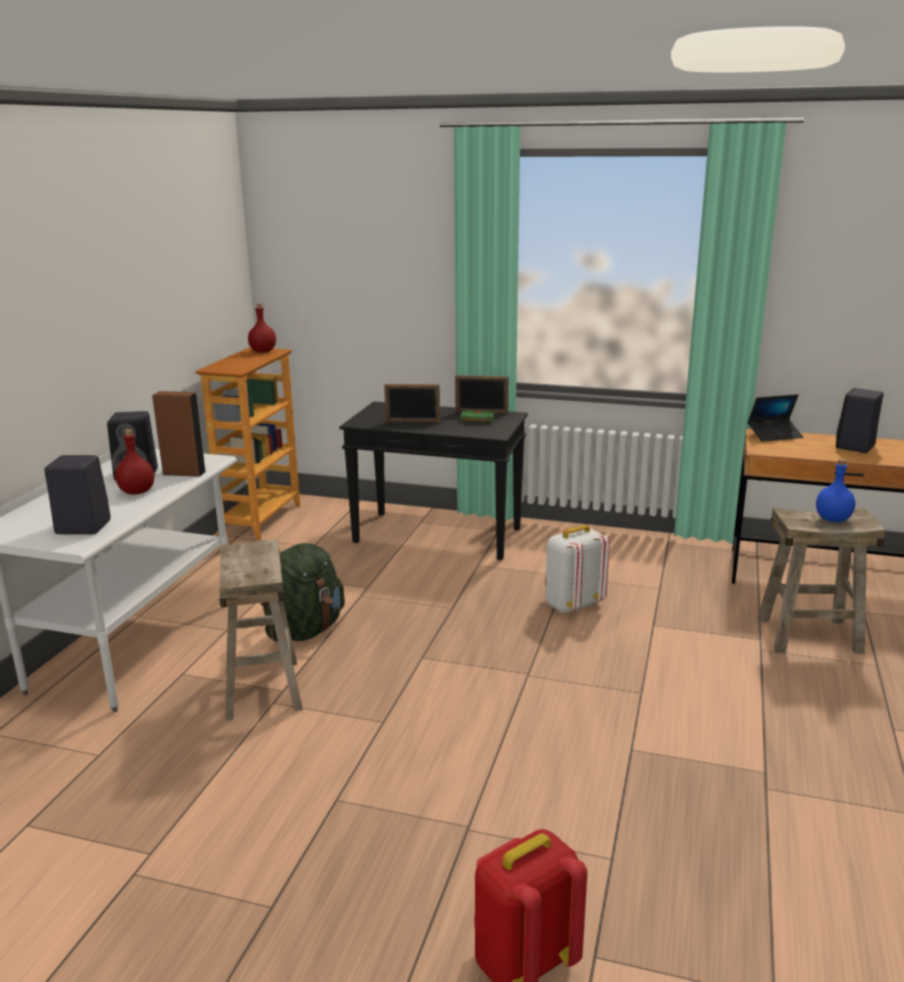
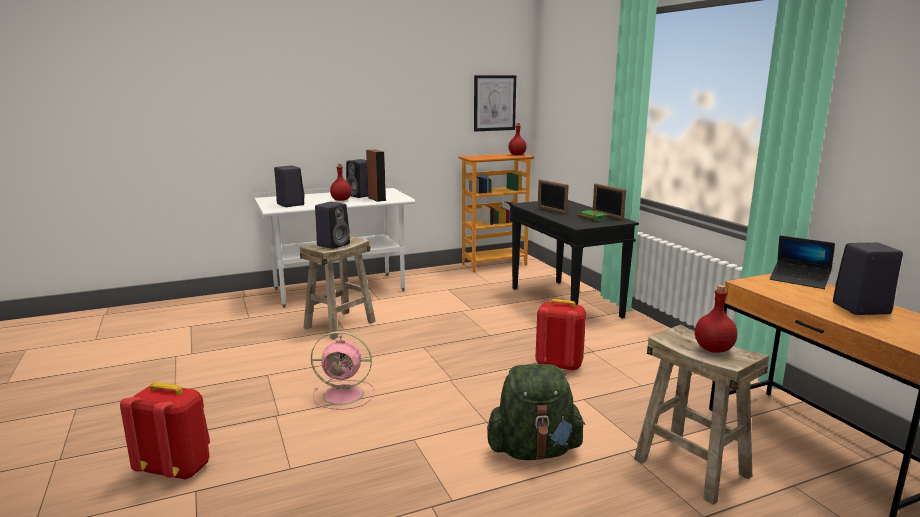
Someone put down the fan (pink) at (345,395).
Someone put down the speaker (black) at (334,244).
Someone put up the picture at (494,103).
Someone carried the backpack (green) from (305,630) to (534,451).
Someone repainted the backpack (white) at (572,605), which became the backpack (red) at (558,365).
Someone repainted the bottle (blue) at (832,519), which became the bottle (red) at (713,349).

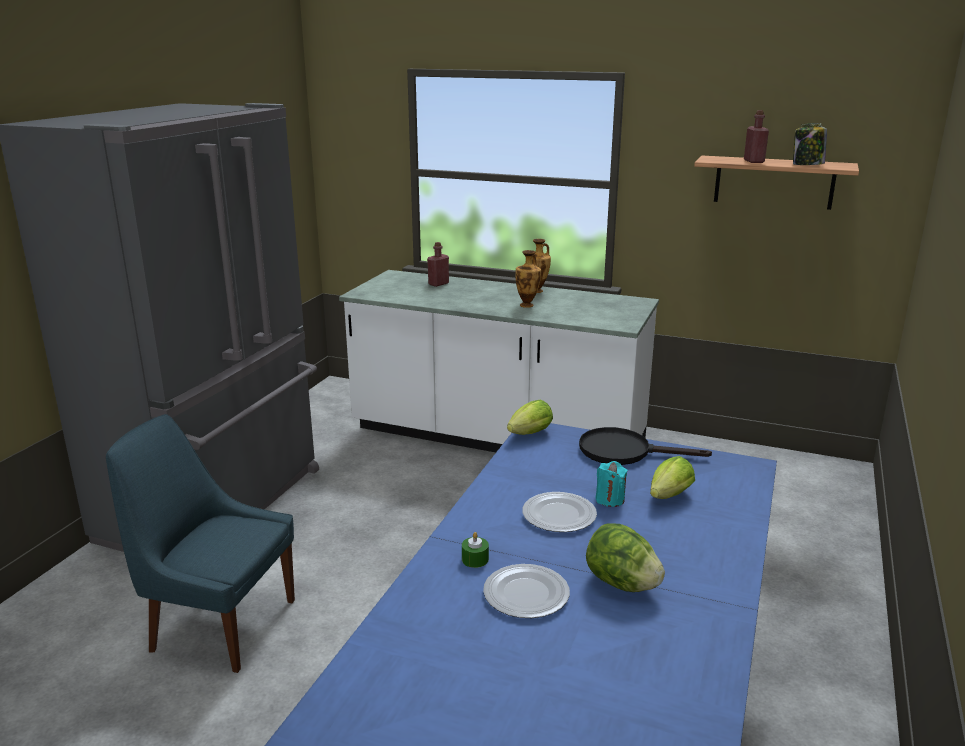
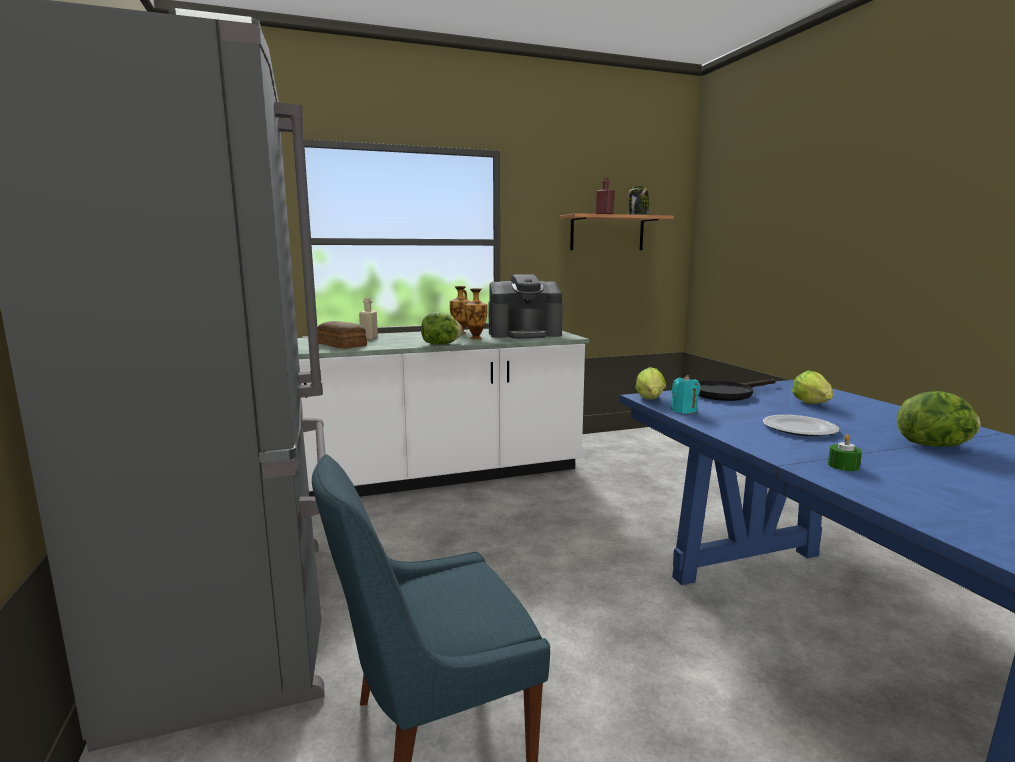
Someone put down the bread at (342,344).
Someone repainted the bottle (red) at (438,284), which became the bottle (beige) at (369,338).
Someone put down the lettuce at (441,344).
Someone put down the coffee machine at (525,334).
Someone carried the candle (turquoise) from (610,499) to (684,410).
Someone took away the plate at (527,595).

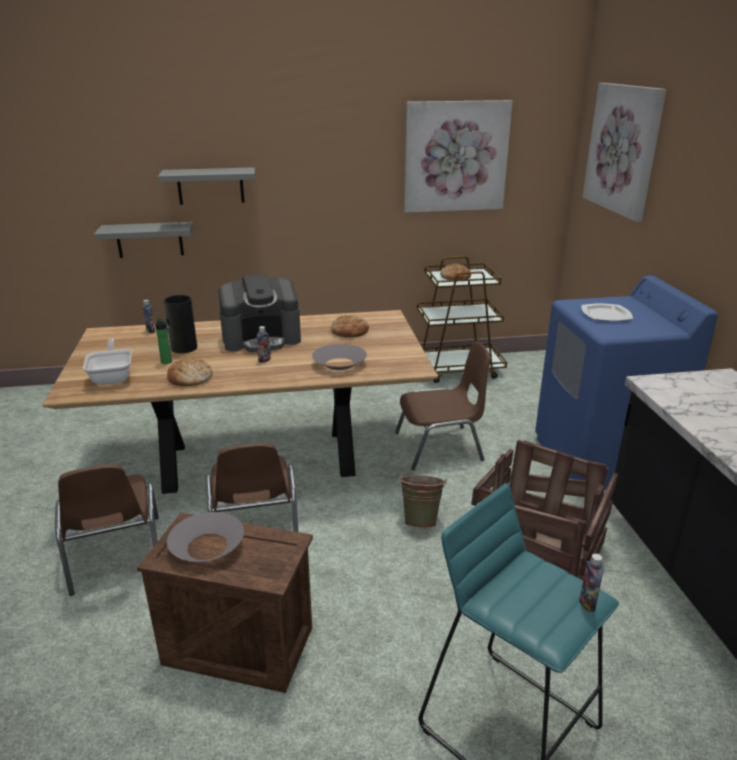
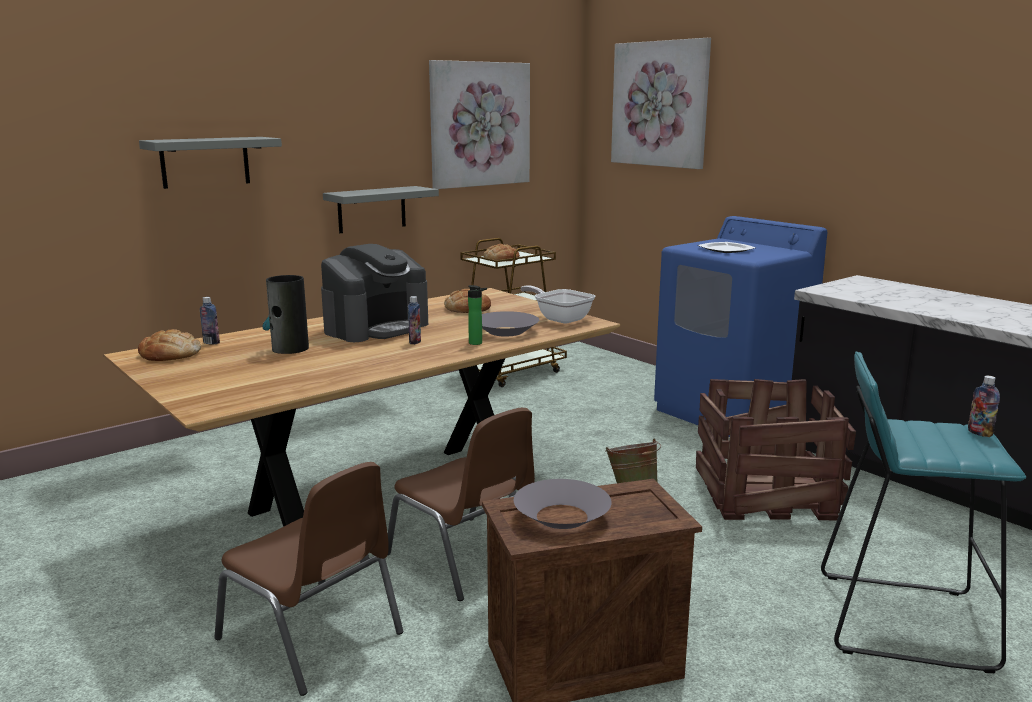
Someone carried the bread from (190,377) to (170,354).
Someone carried the shelf (grey) from (149,239) to (372,209).
Someone carried the bottle from (167,362) to (477,343).
Someone carried the frying pan from (112,377) to (560,318).
Someone took away the chair (brown) at (440,447).

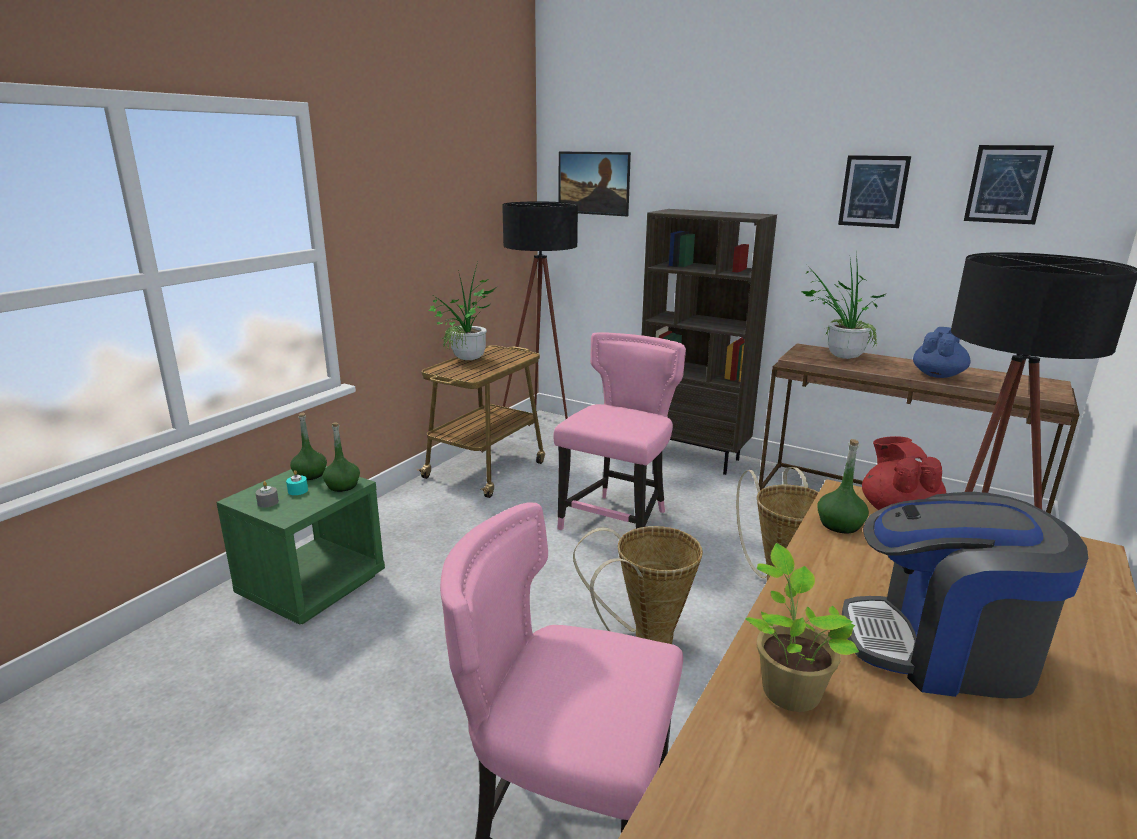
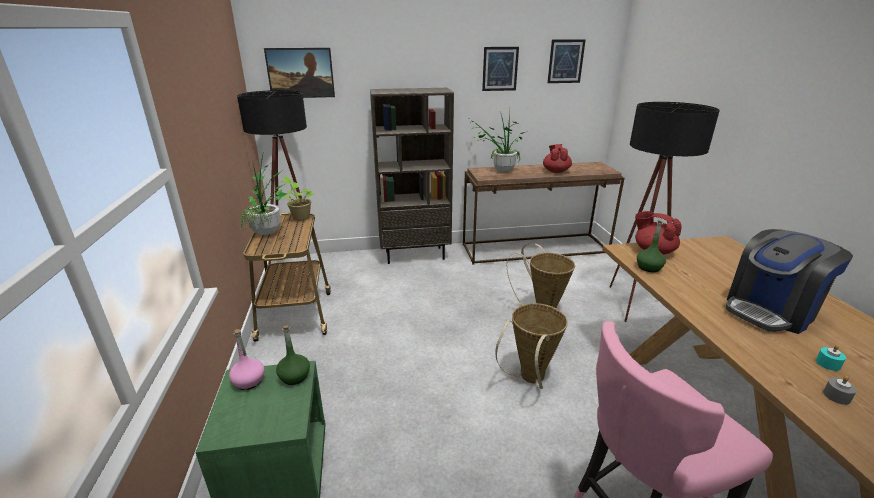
Someone repainted the bottle (green) at (310,475), which became the bottle (pink) at (249,381).
Someone carried the potted plant from (788,688) to (300,217).
Someone repainted the teapot (blue) at (938,375), which became the teapot (red) at (556,171).
Someone carried the candle (turquoise) from (298,490) to (828,364).
Someone carried the candle (grey) from (268,502) to (836,396).
Someone took away the chair (pink) at (618,521).

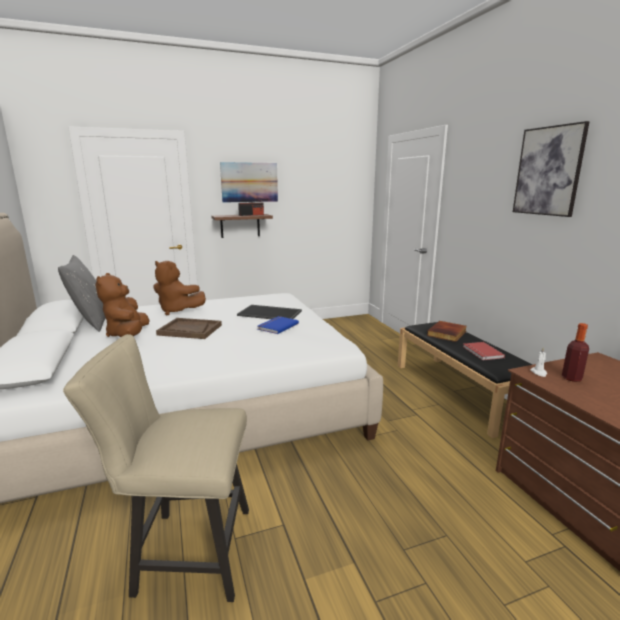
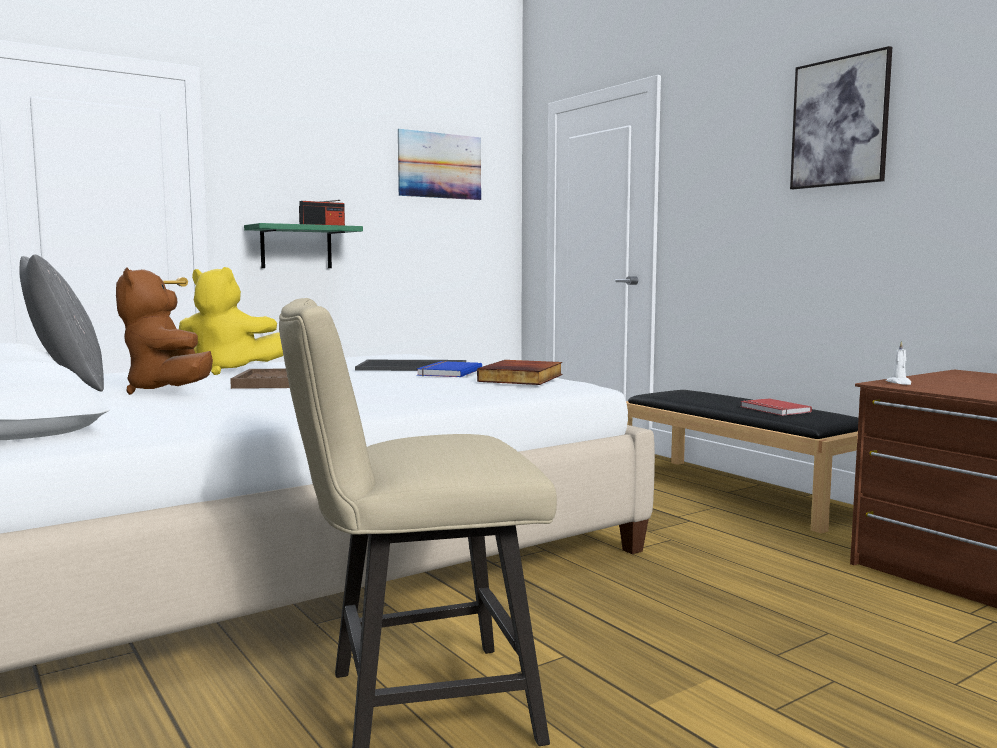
Someone repainted the plush toy (brown) at (177,310), which became the plush toy (yellow) at (229,371).
Someone repainted the shelf (brown) at (240,225), which became the shelf (green) at (296,247).
Someone carried the picture from (249,182) to (440,165).
Someone carried the book from (447,333) to (522,378).
Someone took away the bottle at (571,378).

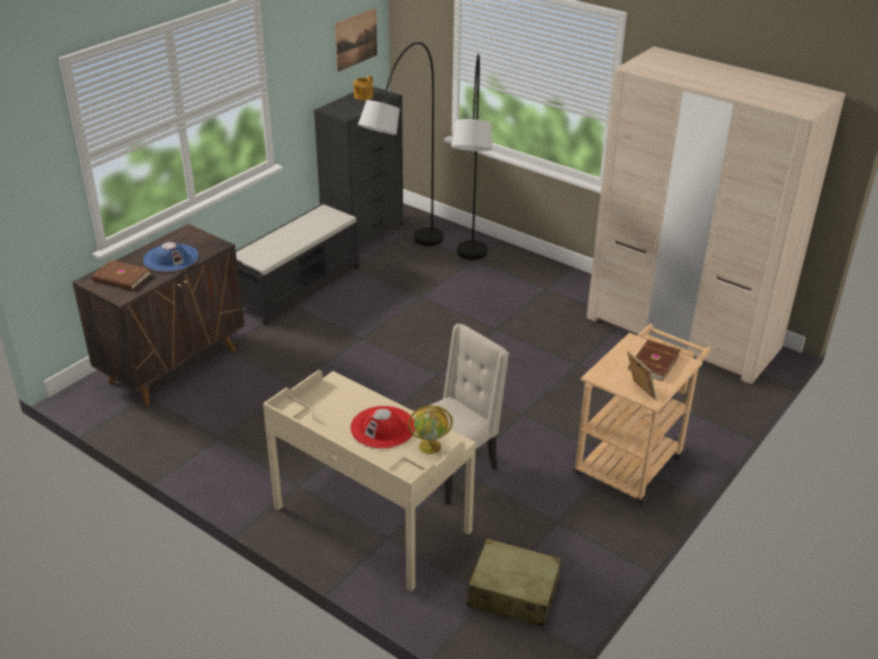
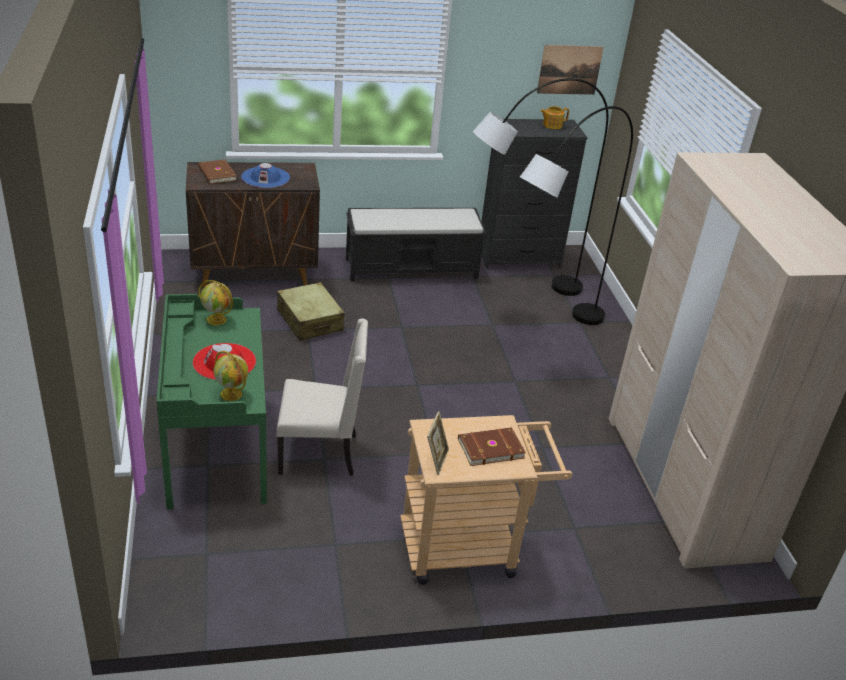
Someone repainted the desk (beige) at (370,520), which became the desk (green) at (216,446).
Someone put down the globe at (217,320).
Someone carried the suitcase (beige) from (513,593) to (309,321).

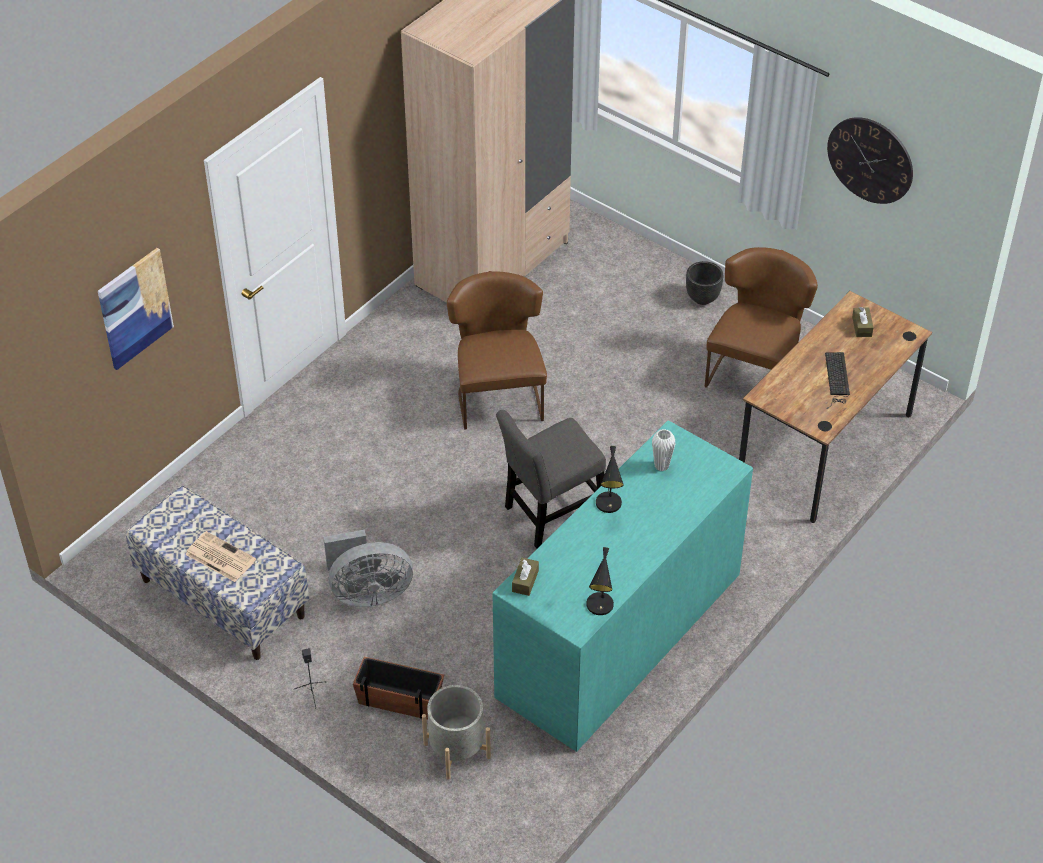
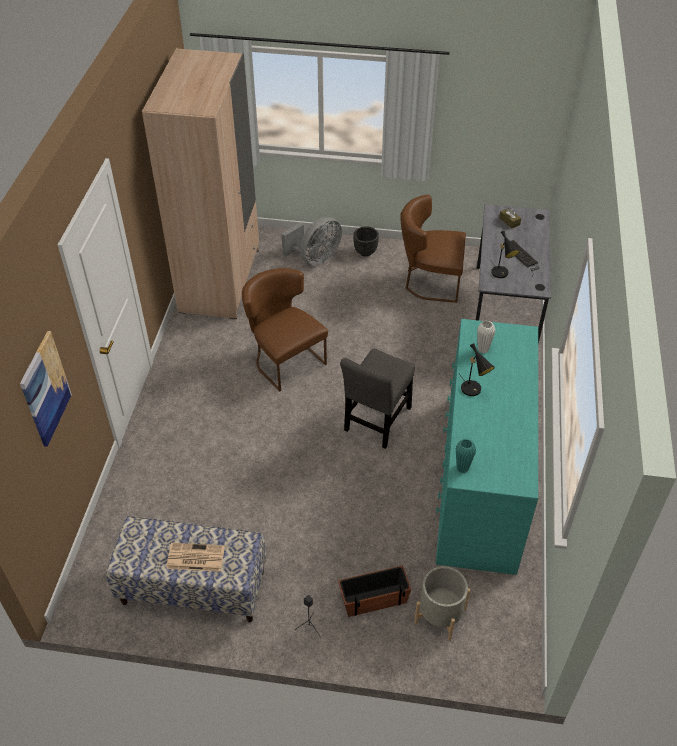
Someone carried the fan (grey) from (368,593) to (315,258).
Someone rotated the chair (brown) at (755,370) by 75 degrees counterclockwise.
Someone swapped the tissue box (brown) at (525,581) for the vase (turquoise) at (462,468).
Someone repainted the desk (brown) at (825,447), which became the desk (grey) at (504,310).
Someone carried the table lamp (black) from (600,608) to (501,274).
Someone took away the wall clock at (870,160).

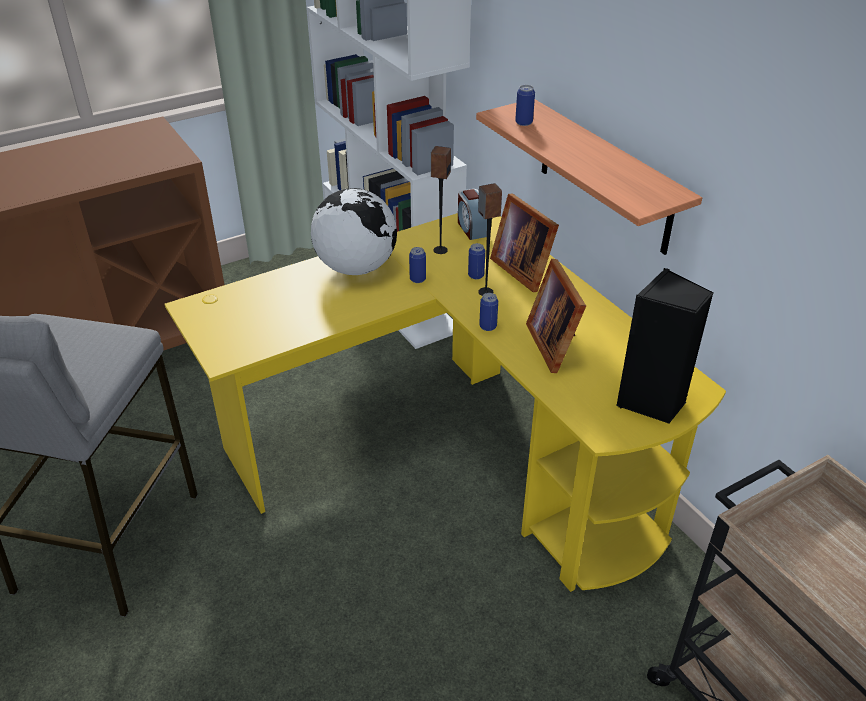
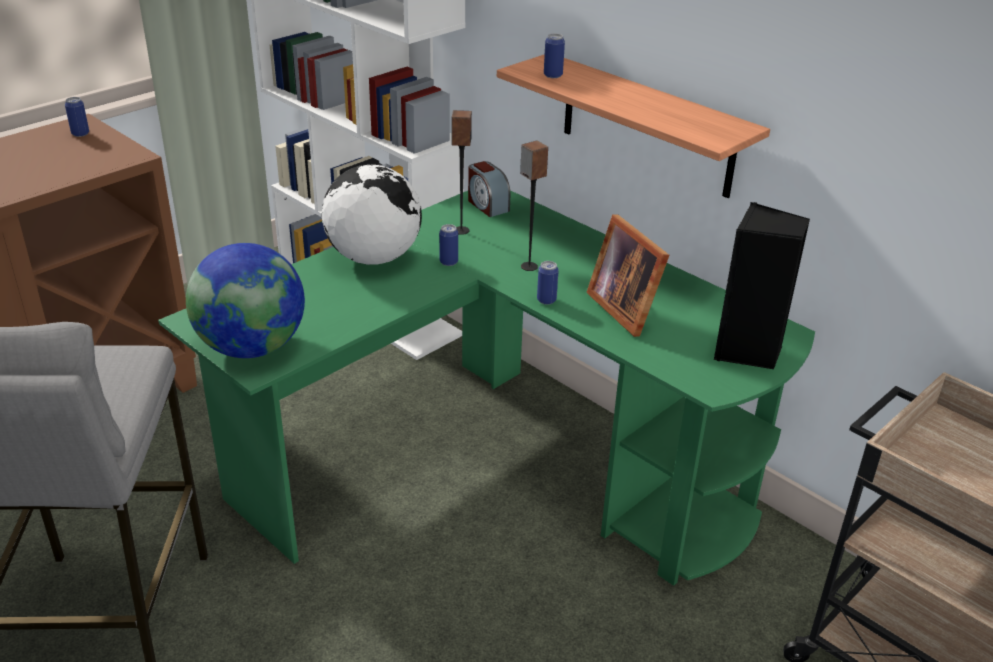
Someone carried the can from (476,275) to (80,134).
Someone repainted the desk (yellow) at (451,455), which became the desk (green) at (496,465).
Someone put down the globe at (252,347).
Someone took away the picture frame at (523,269).

